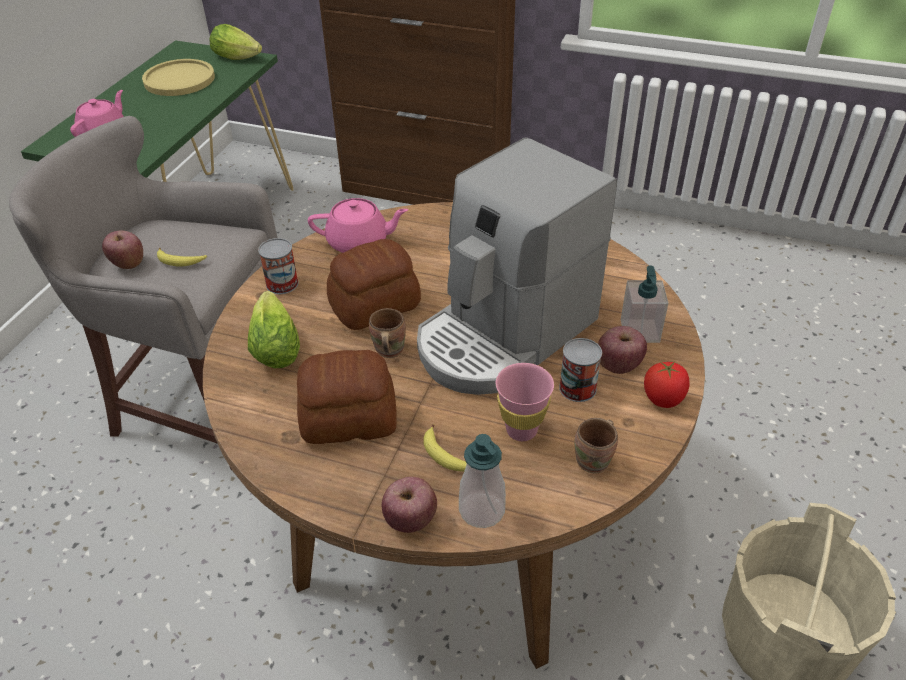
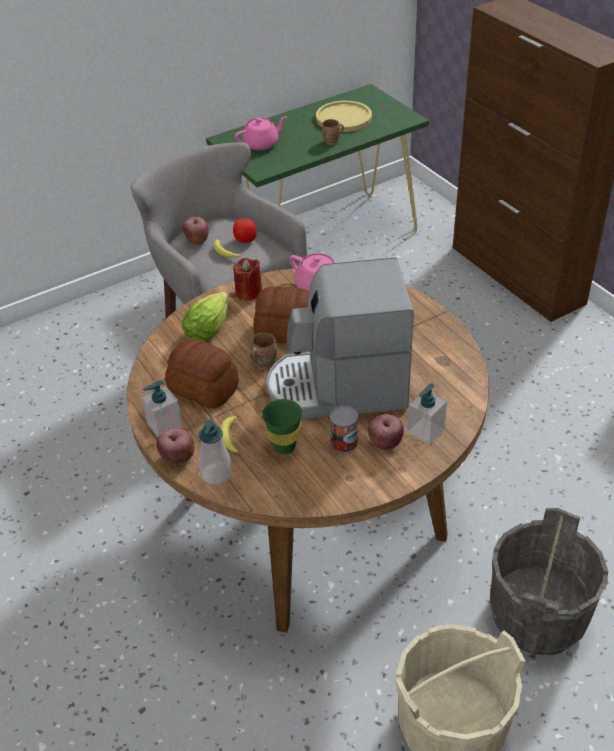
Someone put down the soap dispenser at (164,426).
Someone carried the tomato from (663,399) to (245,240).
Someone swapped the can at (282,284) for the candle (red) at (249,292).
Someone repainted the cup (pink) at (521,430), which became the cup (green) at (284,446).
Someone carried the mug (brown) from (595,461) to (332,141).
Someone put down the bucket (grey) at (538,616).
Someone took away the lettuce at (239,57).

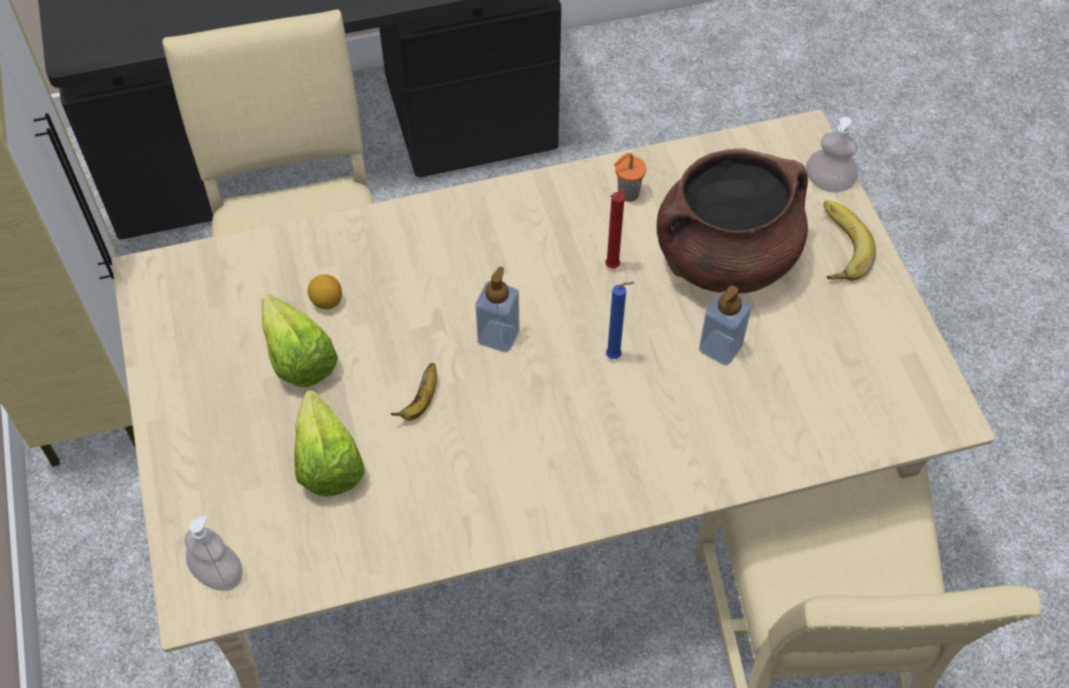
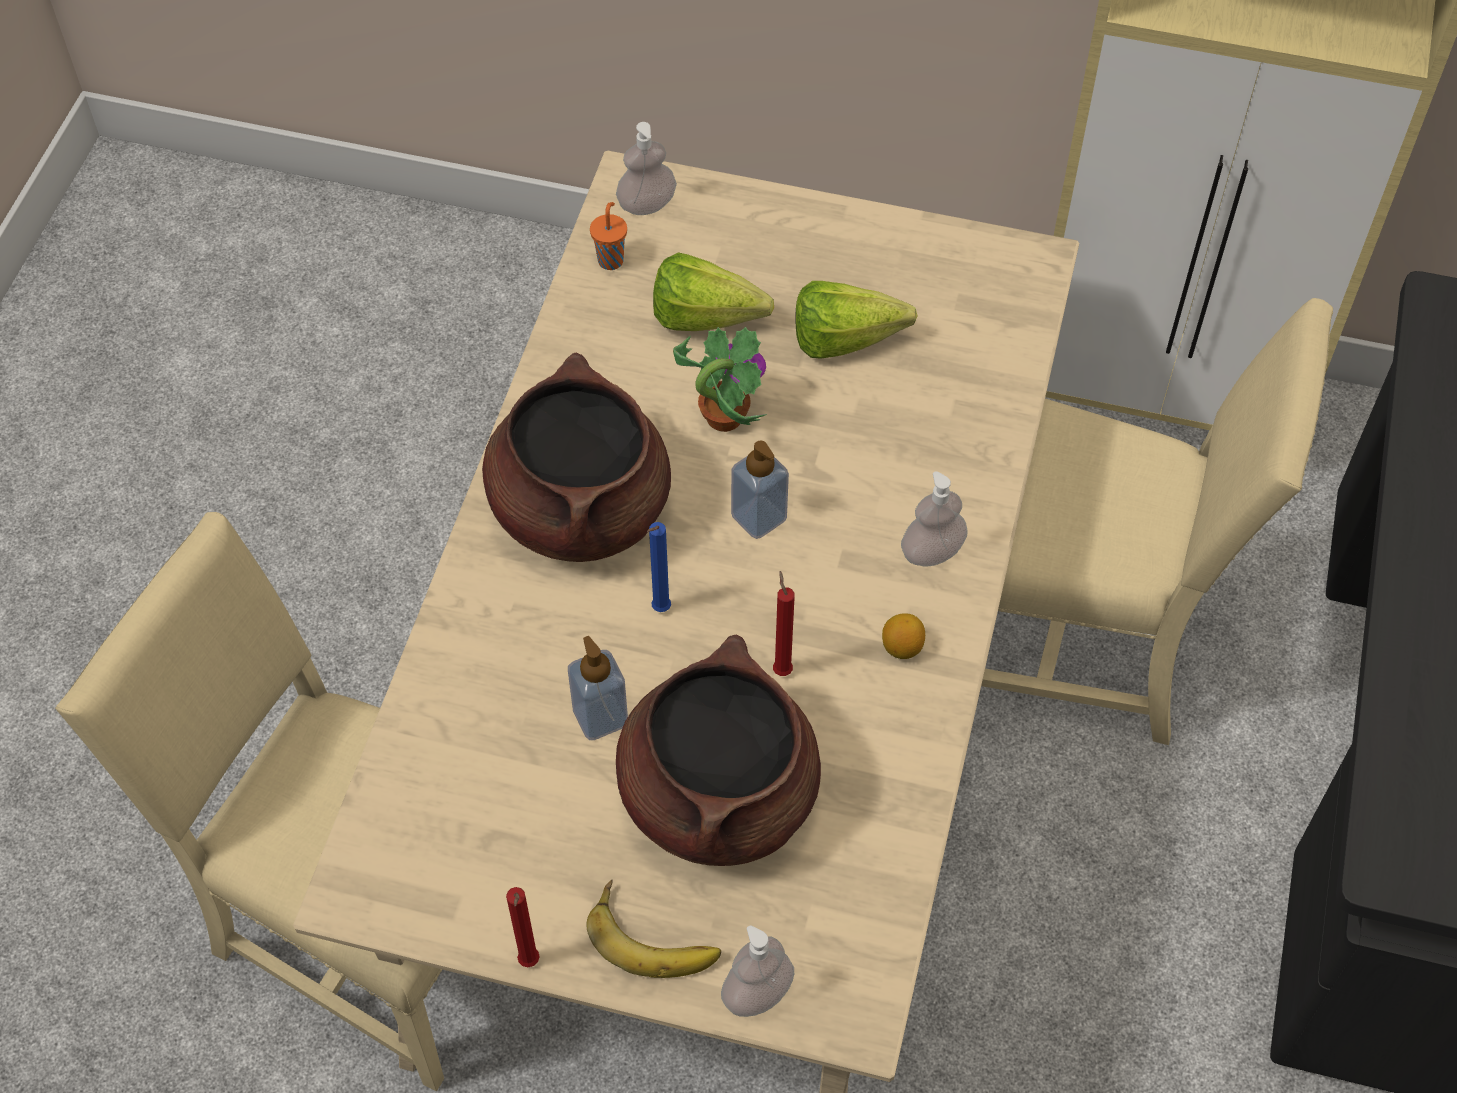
Someone put down the cooking pot (brown) at (580,509).
Someone put down the candle (red) at (529,964).
Someone carried the cup (orange) from (627,194) to (611,259).
Someone swapped the banana at (421,402) for the potted plant at (723,416).
Someone carried the lemon from (327,302) to (902,647).
Someone put down the soap dispenser at (932,552).

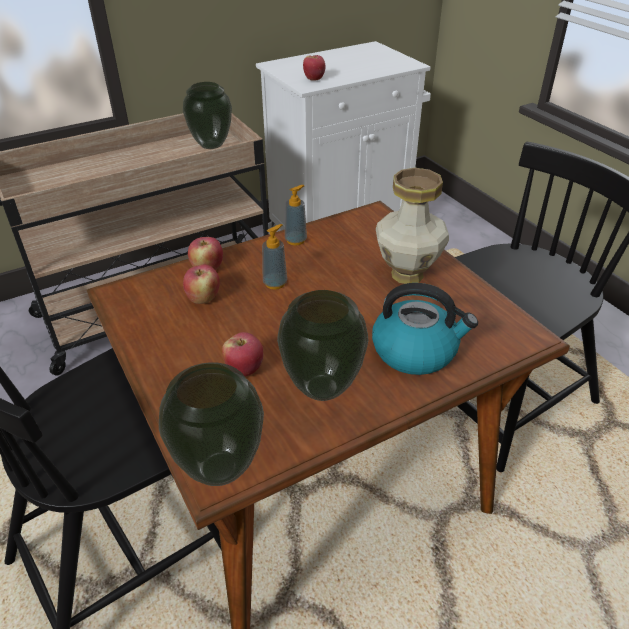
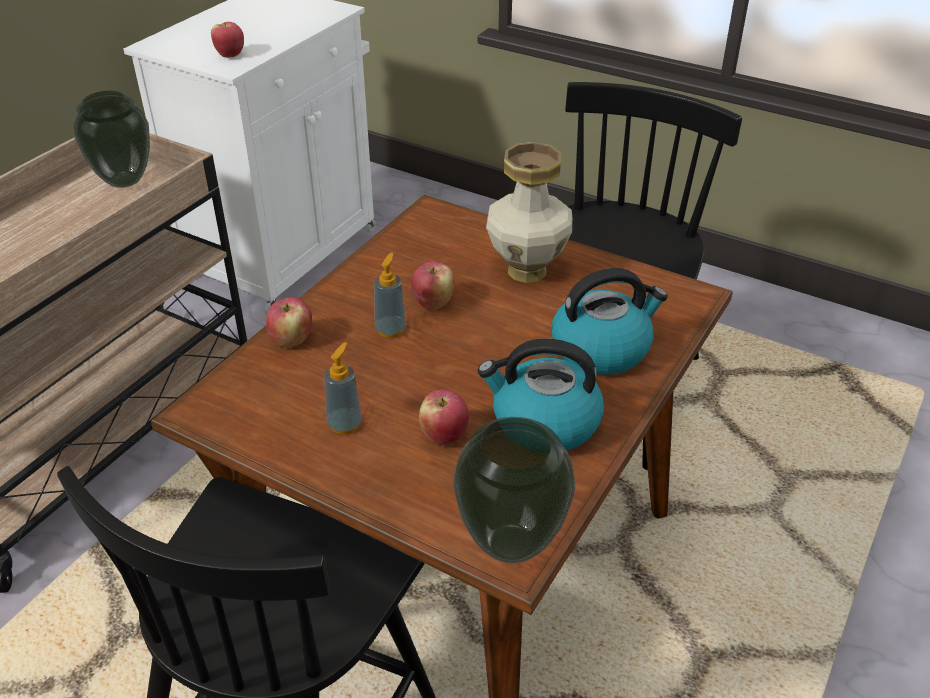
Someone carried the soap dispenser from (296,240) to (345,424).
Someone carried the apple from (203,298) to (433,303).
Someone swapped the vase at (322,389) for the kettle at (543,423).

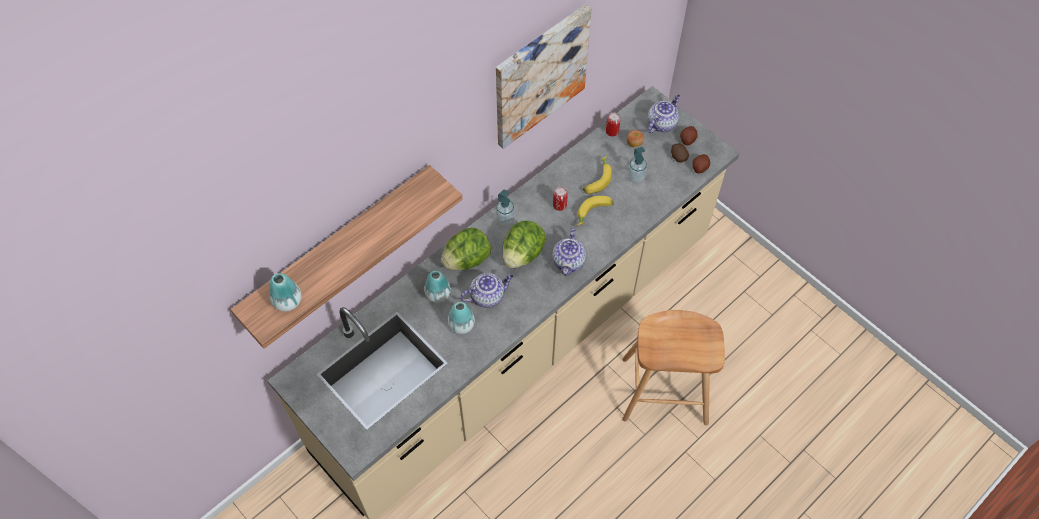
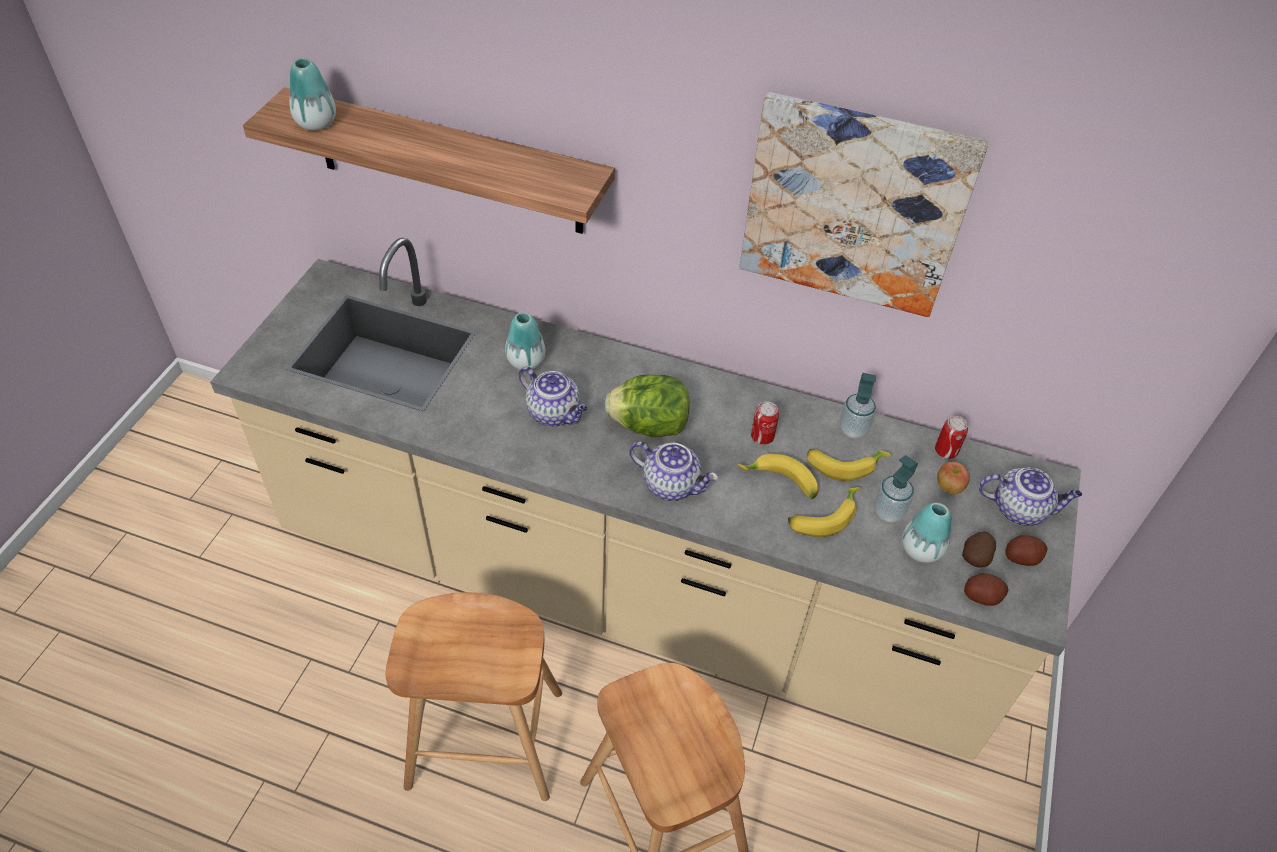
Someone put down the stool (brown) at (484,739).
Someone rotated the teapot at (569,262) by 135 degrees counterclockwise.
Someone put down the banana at (823,517).
Someone carried the soap dispenser from (505,219) to (853,429).
Someone carried the vase from (461,325) to (921,549).
Someone took away the lettuce at (467,259).

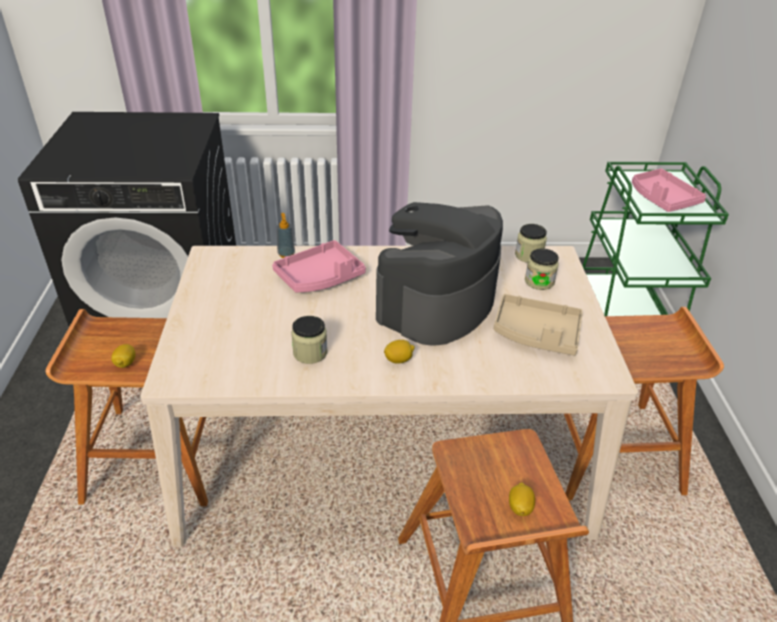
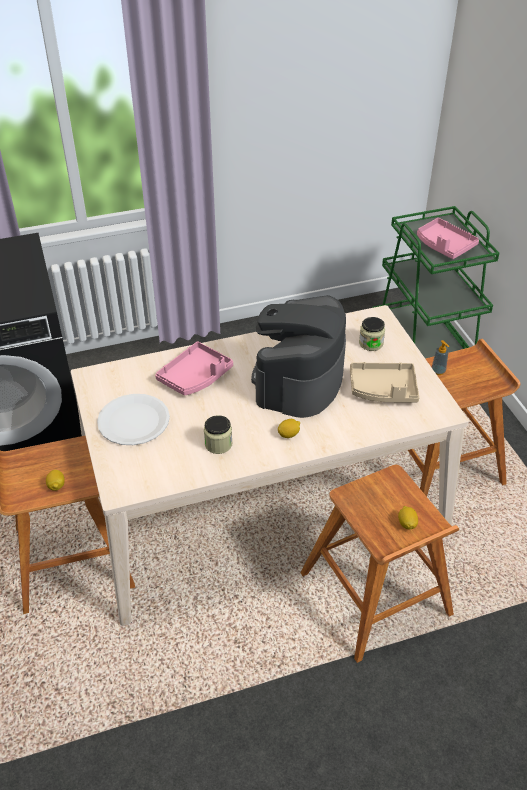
Someone put down the plate (white) at (134,421).
Someone carried the soap dispenser from (286,254) to (438,371).
Someone took away the jar at (528,255).

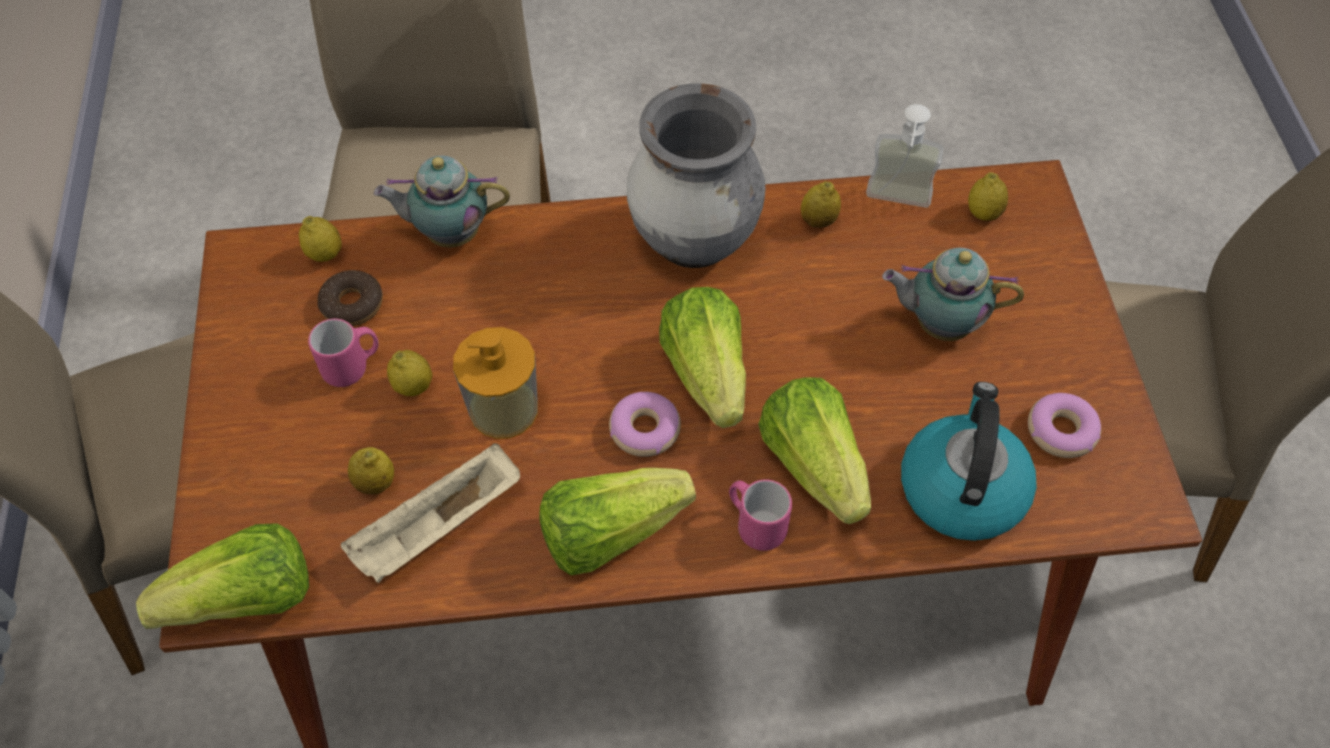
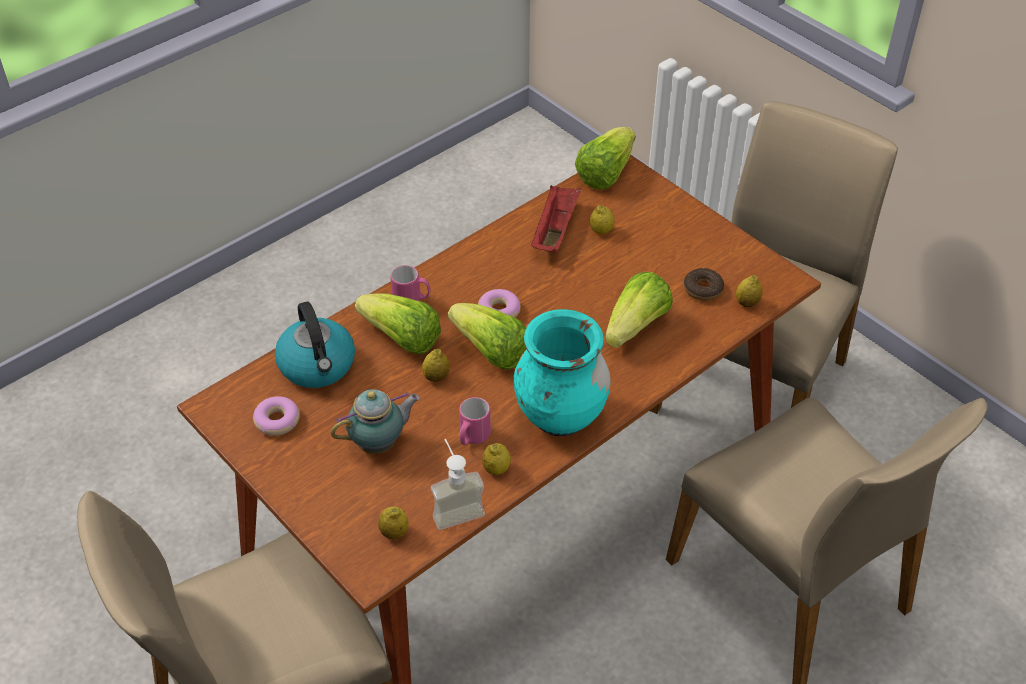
Someone carried the lemon from (413,386) to (436,377).
Someone carried the mug (pink) from (353,366) to (472,438).
Someone repainted the vase (grey) at (693,240), which became the vase (turquoise) at (561,416).
Someone repainted the tray (beige) at (438,528), which became the tray (red) at (555,230).
Someone carried the lettuce from (610,532) to (636,326).
Someone took away the teapot at (449,234).
Someone took away the soap dispenser at (503,409).

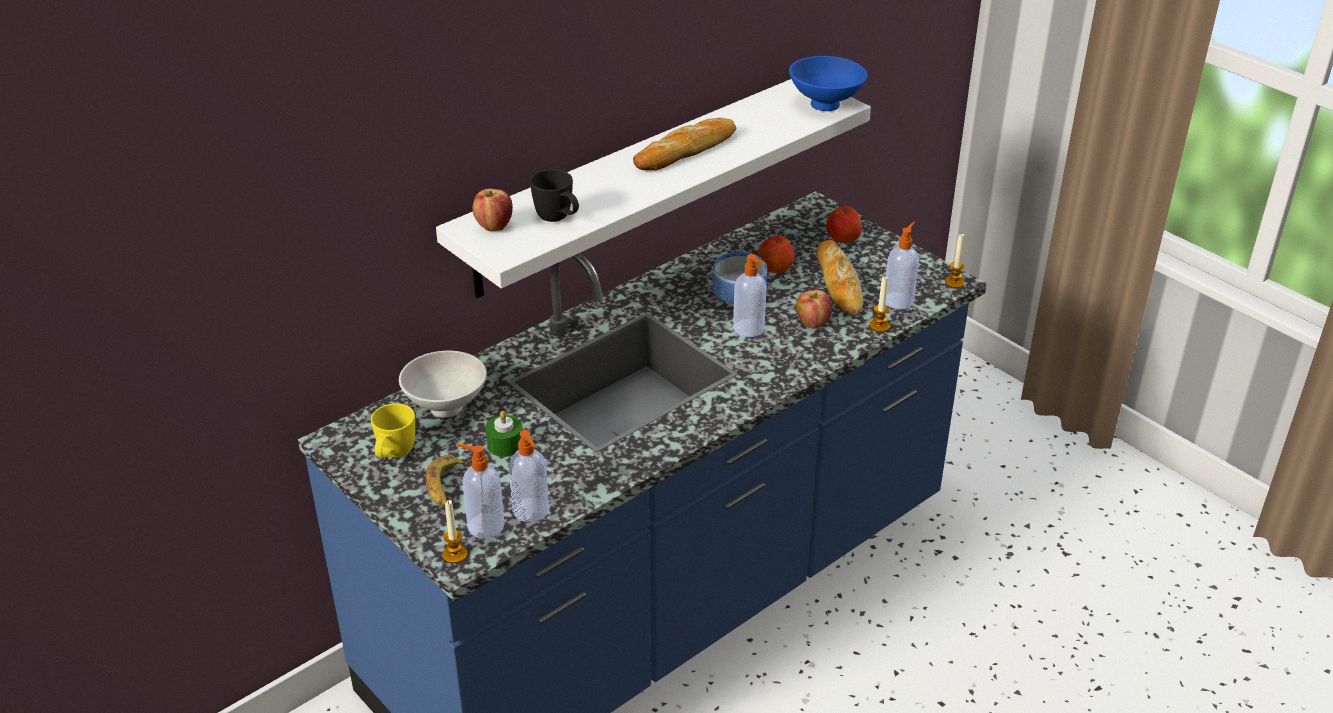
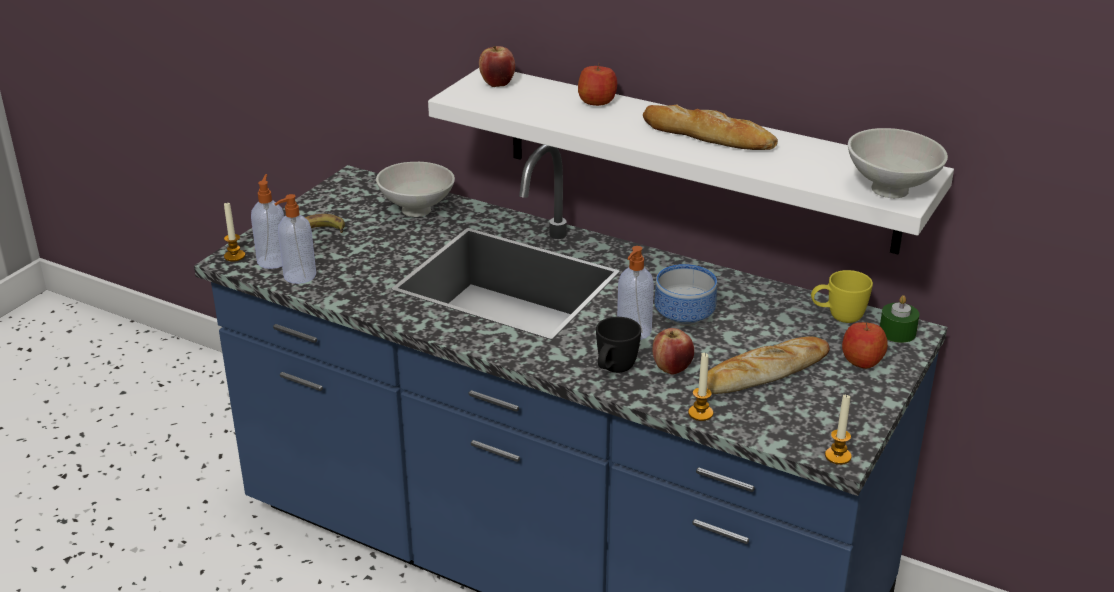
Someone carried the apple from (775,267) to (597,101).
Someone carried the mug (black) from (558,219) to (613,371).
Someone carried the mug (yellow) from (394,455) to (837,318).
Someone repainted the bowl (blue) at (824,104), which became the bowl (white) at (892,189).
Someone carried the candle (green) from (505,445) to (897,332).
Someone took away the soap dispenser at (899,300).

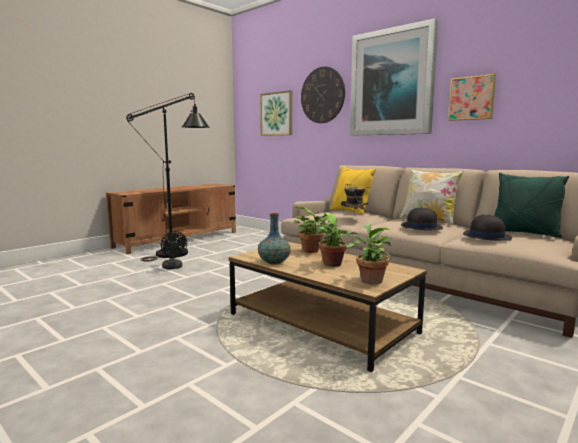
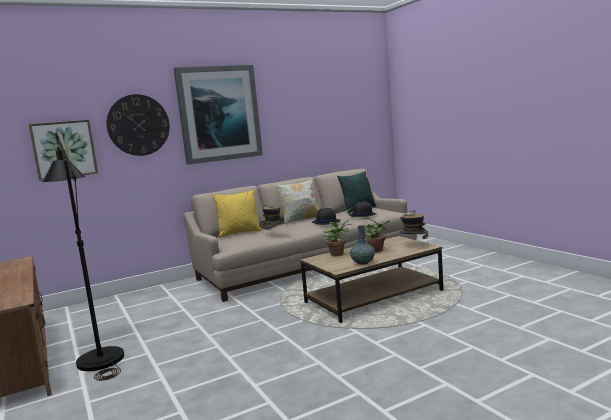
Someone swapped the potted plant at (370,280) for the hat at (414,245).
Someone took away the fan (black) at (173,267).
Someone took away the picture at (472,98).

